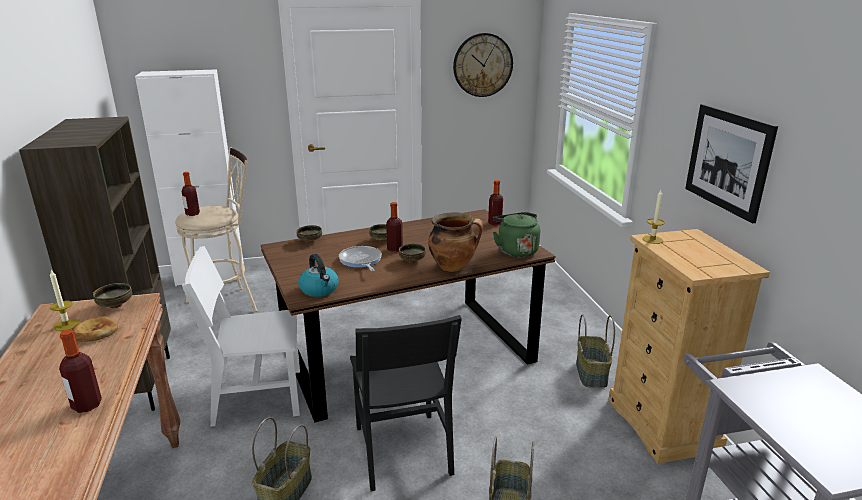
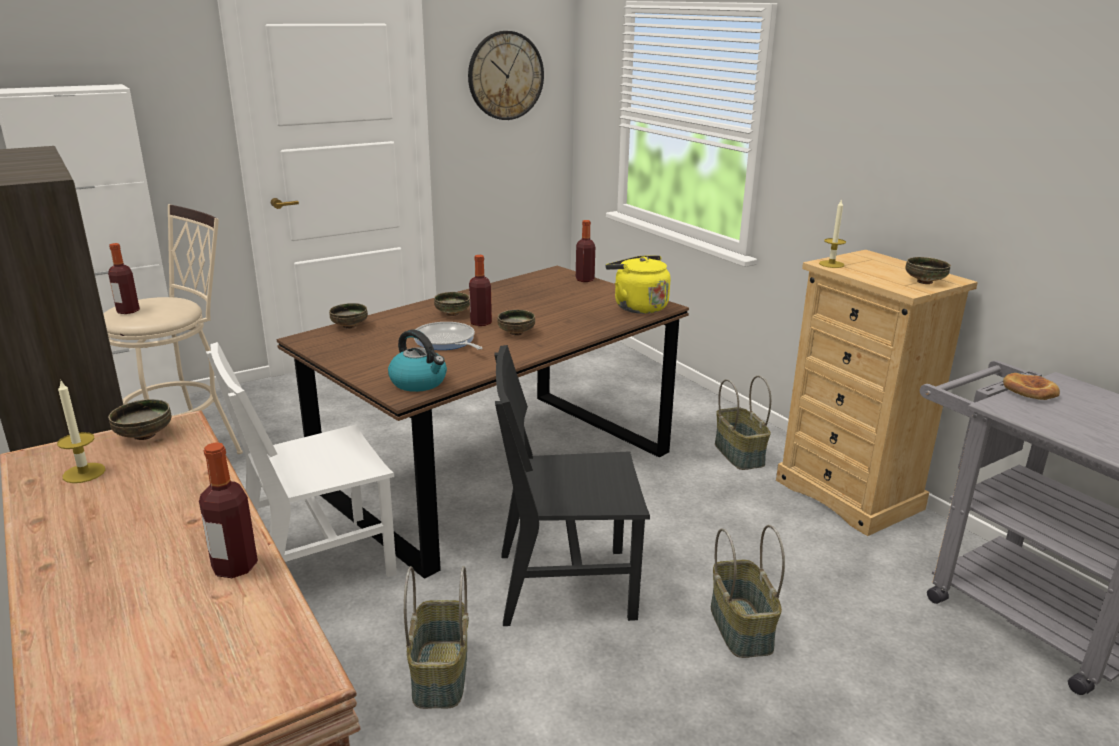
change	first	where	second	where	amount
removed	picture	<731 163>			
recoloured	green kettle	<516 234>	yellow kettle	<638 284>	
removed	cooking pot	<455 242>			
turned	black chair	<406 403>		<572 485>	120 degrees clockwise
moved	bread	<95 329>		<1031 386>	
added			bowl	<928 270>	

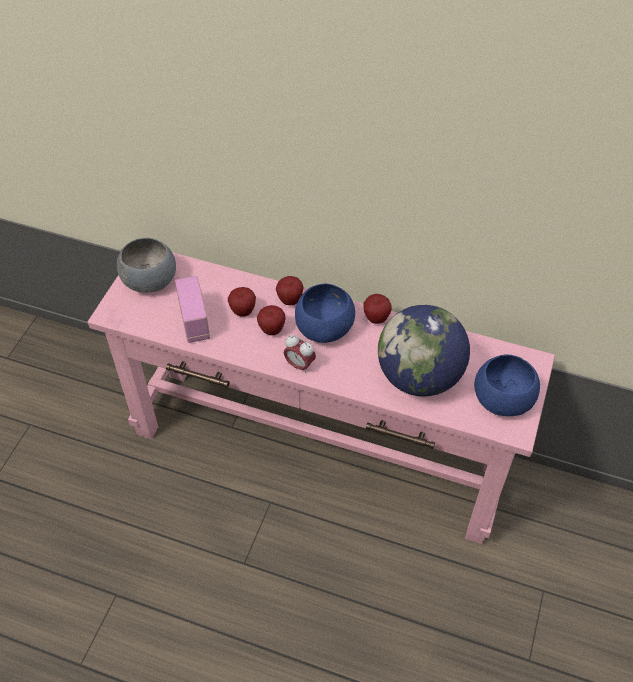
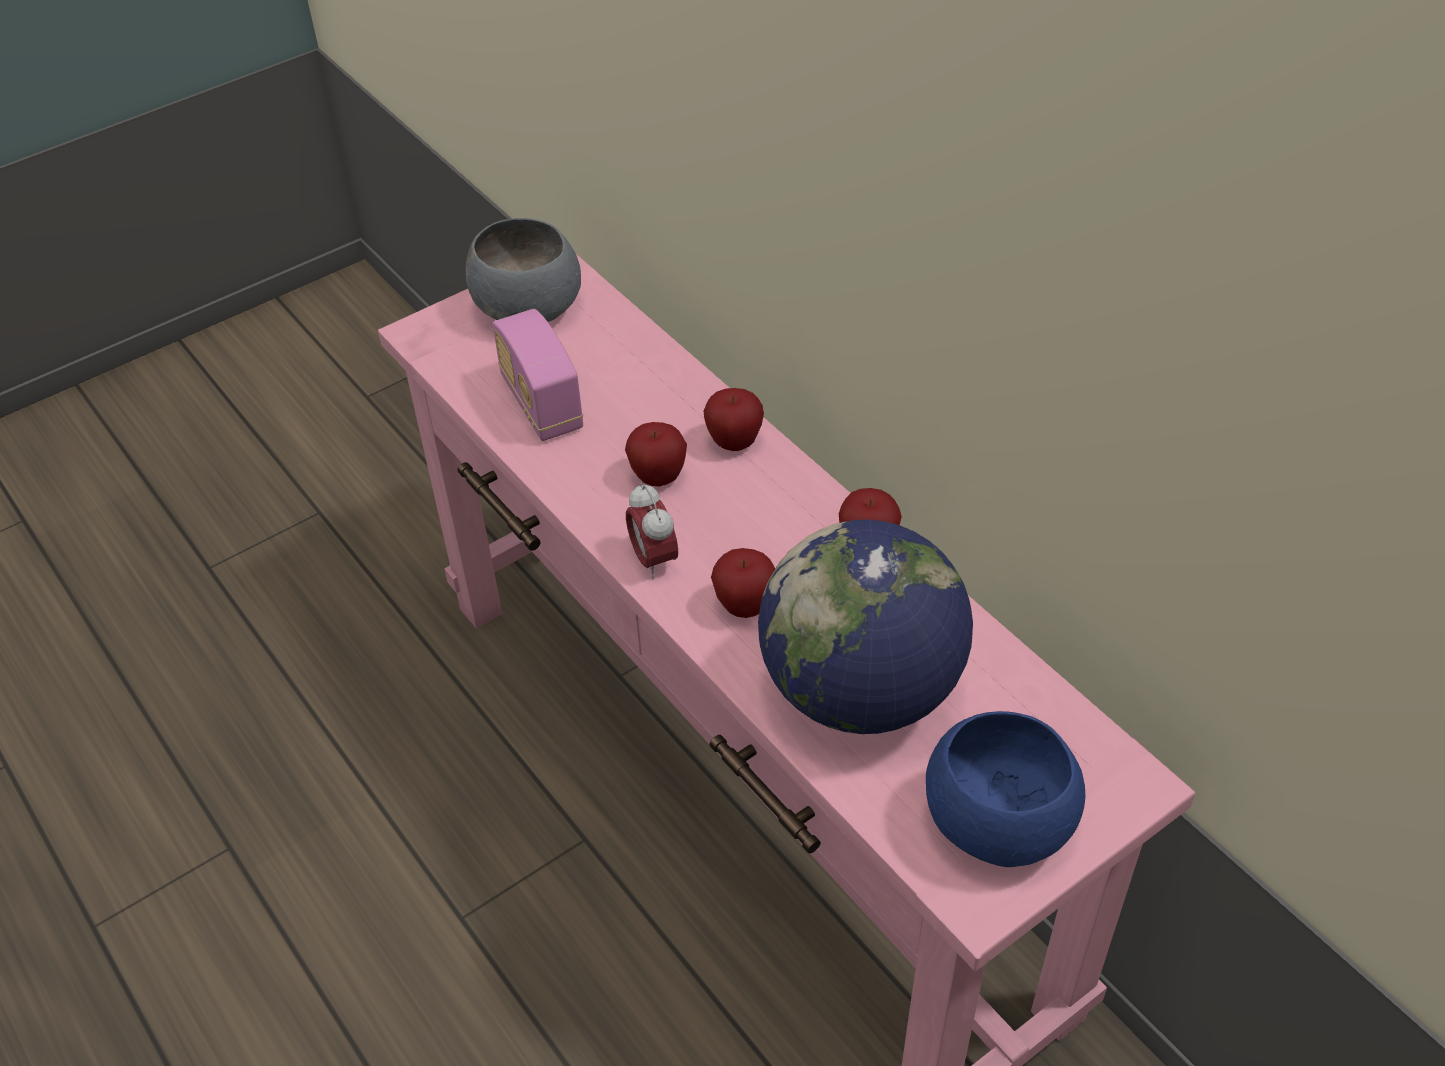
change	first	where	second	where	amount
turned	radio	<192 309>		<537 375>	135 degrees clockwise
removed	blue bowl	<325 313>			
moved	apple	<242 302>		<743 583>	

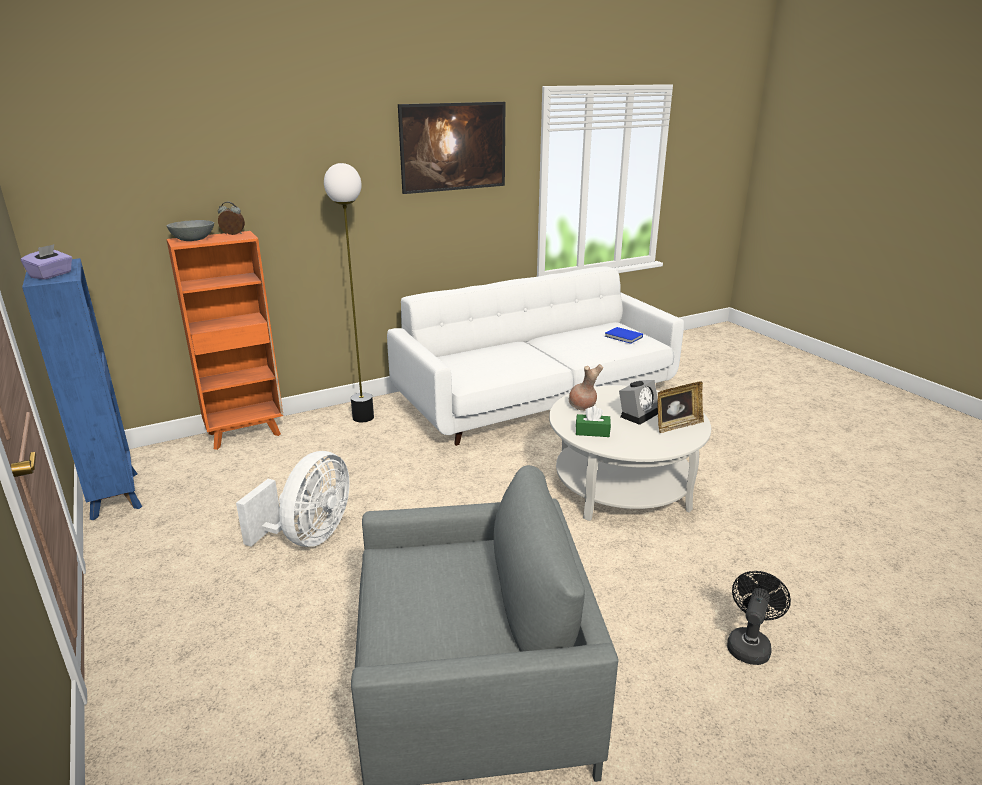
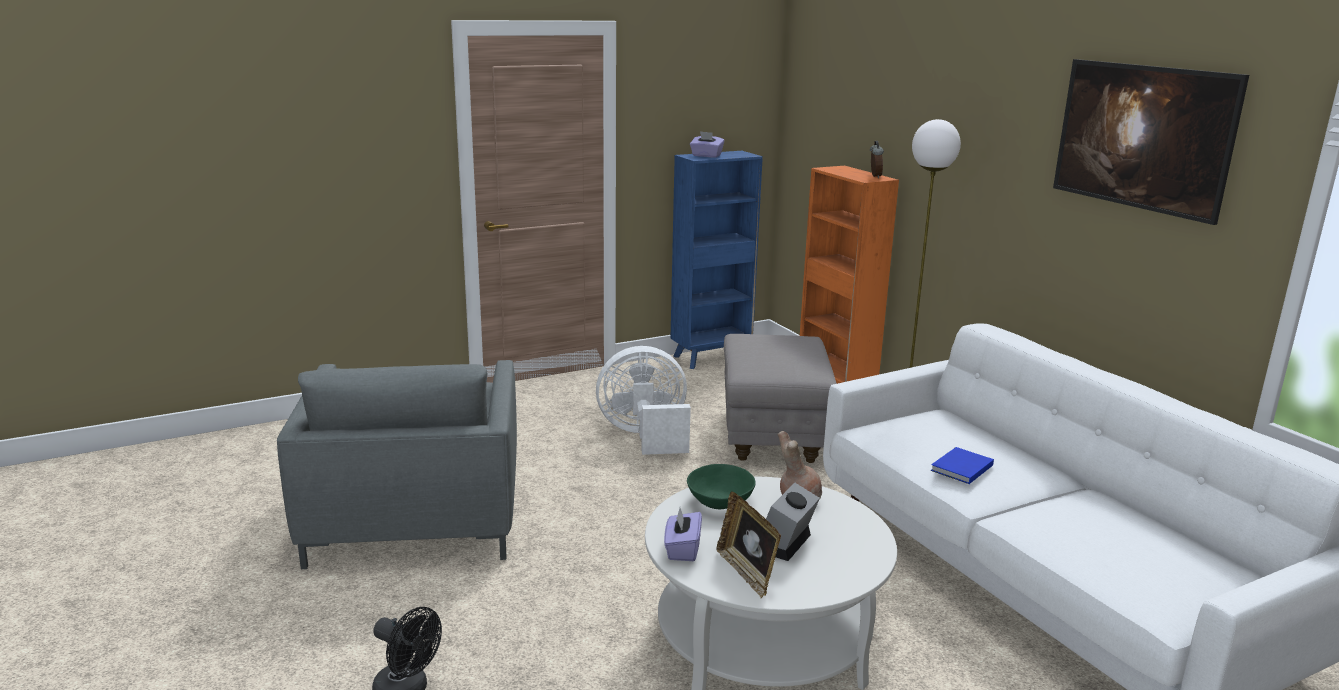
change	first	where	second	where	amount
removed	grey bowl	<190 230>			
moved	blue book	<623 335>		<962 465>	
turned	alarm clock	<638 402>		<793 522>	75 degrees clockwise
replaced	green tissue box	<593 421>	green bowl	<721 486>	
turned	white fan	<293 499>		<643 400>	150 degrees clockwise
added			grey ottoman	<780 398>	
added			purple tissue box	<683 534>	

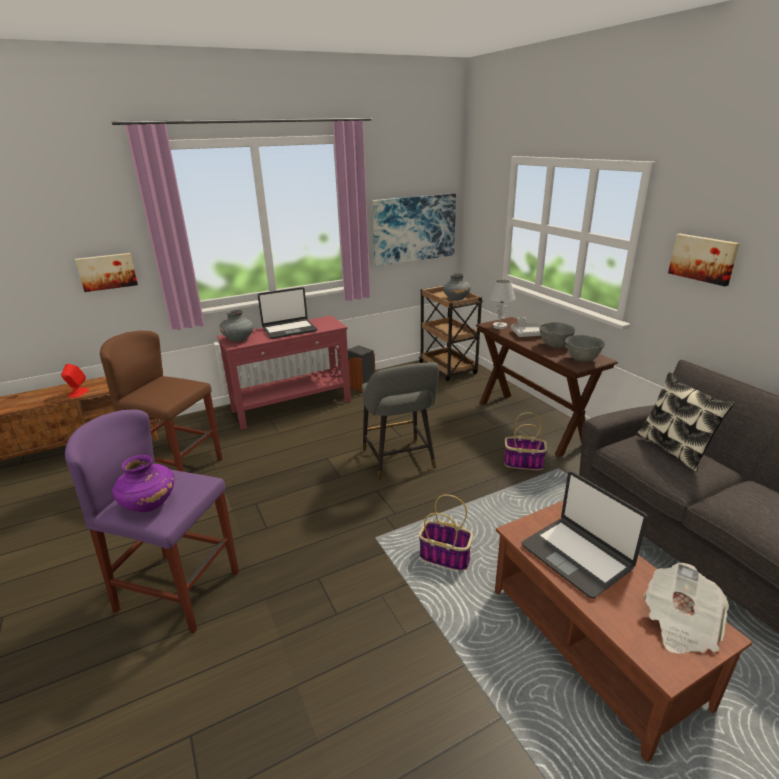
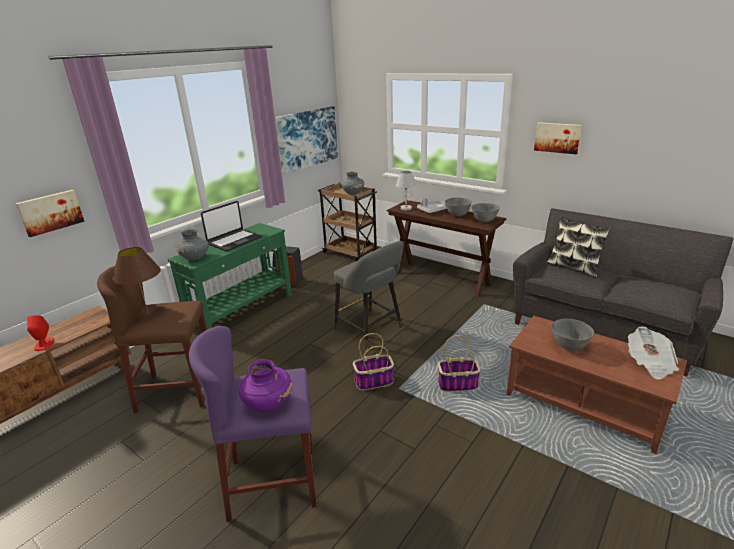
change	first	where	second	where	amount
recoloured	red console table	<284 372>	green console table	<230 276>	
moved	basket	<525 441>		<373 361>	
replaced	laptop	<585 535>	grey bowl	<572 334>	
added			brown table lamp	<136 280>	

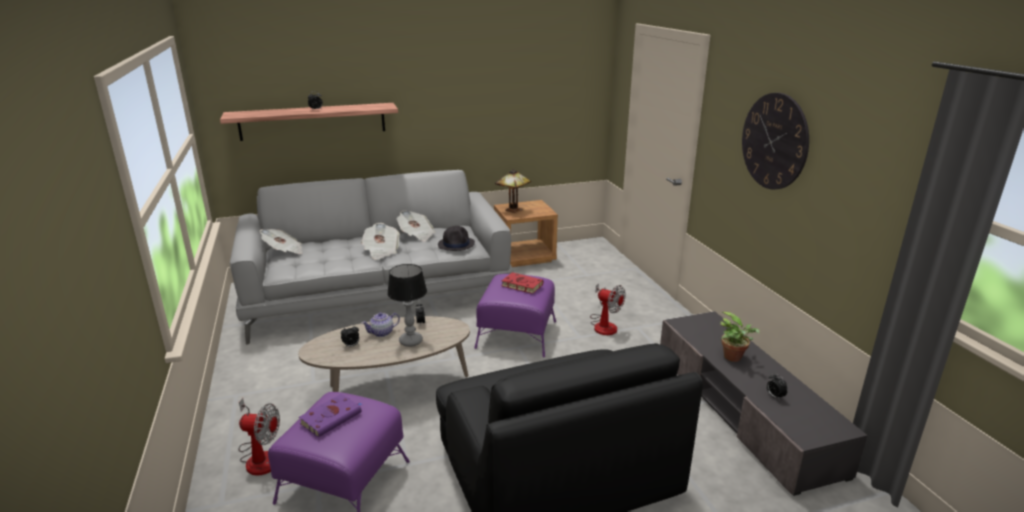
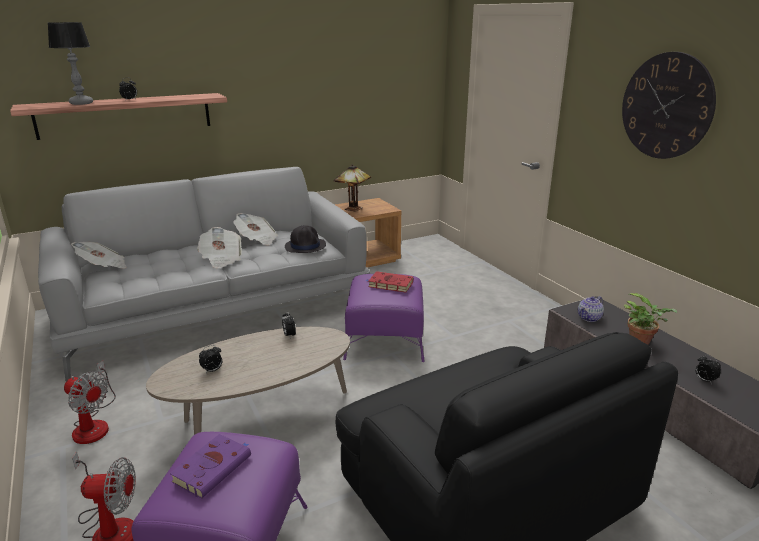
change	first	where	second	where	amount
moved	table lamp	<407 305>		<70 63>	
moved	fan	<608 309>		<90 402>	
moved	teapot	<381 324>		<591 309>	

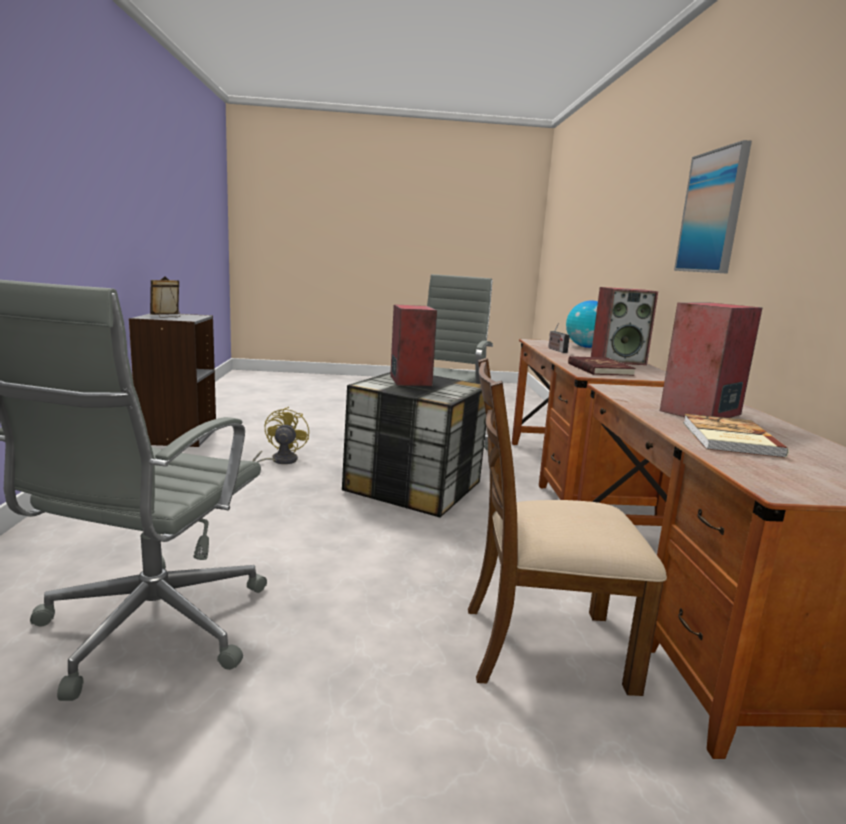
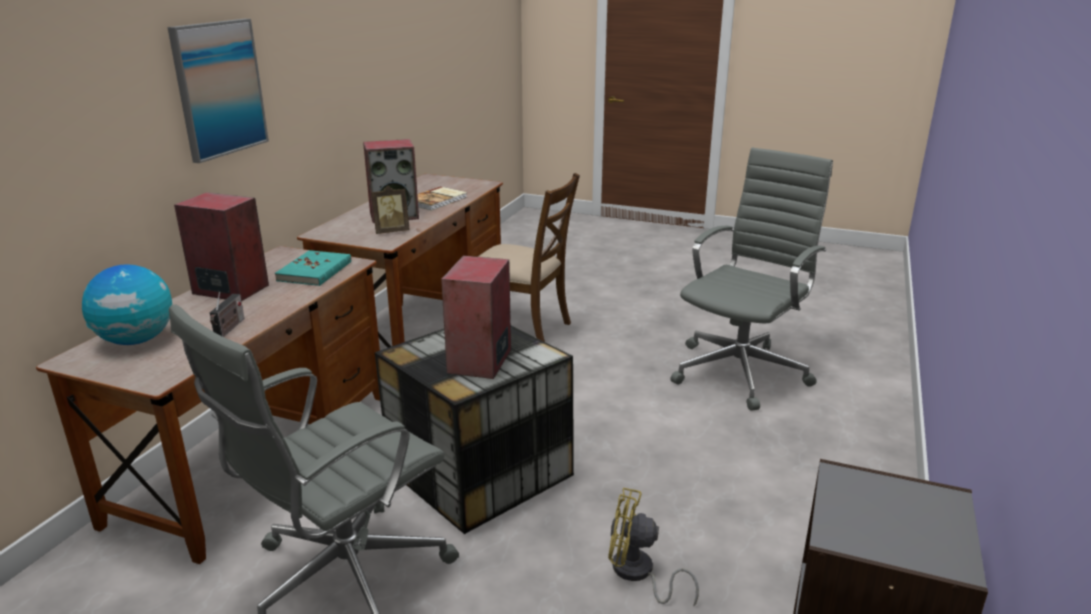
change	first	where	second	where	amount
moved	picture frame	<165 297>		<390 210>	
recoloured	red book	<601 366>	turquoise book	<313 268>	
turned	yellow fan	<280 435>		<653 547>	75 degrees clockwise

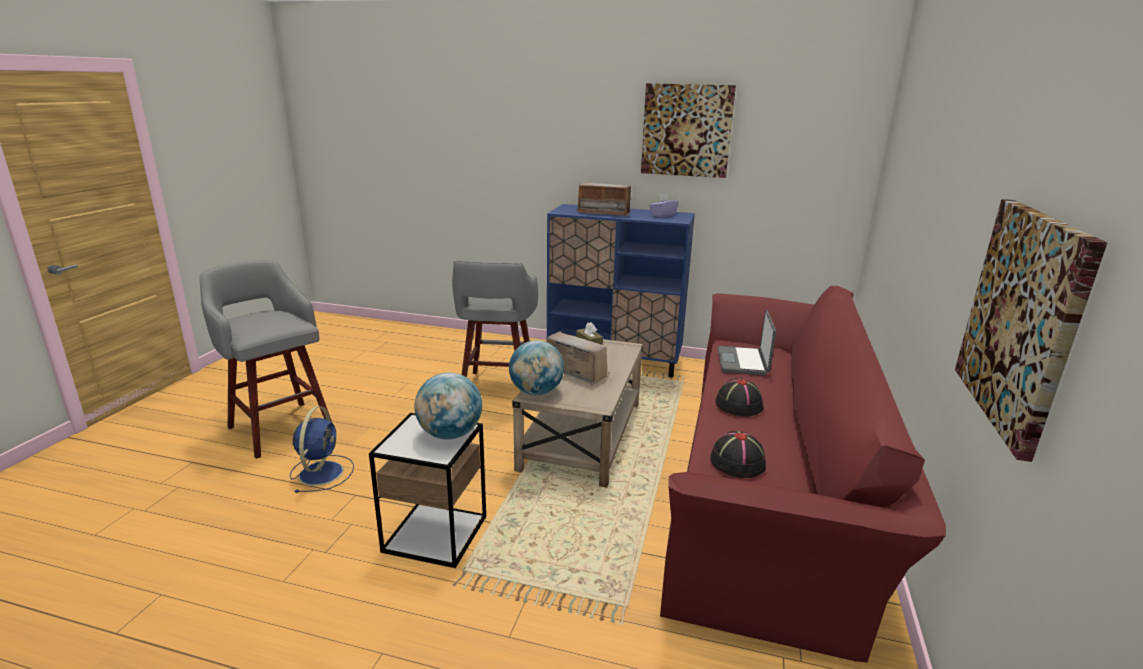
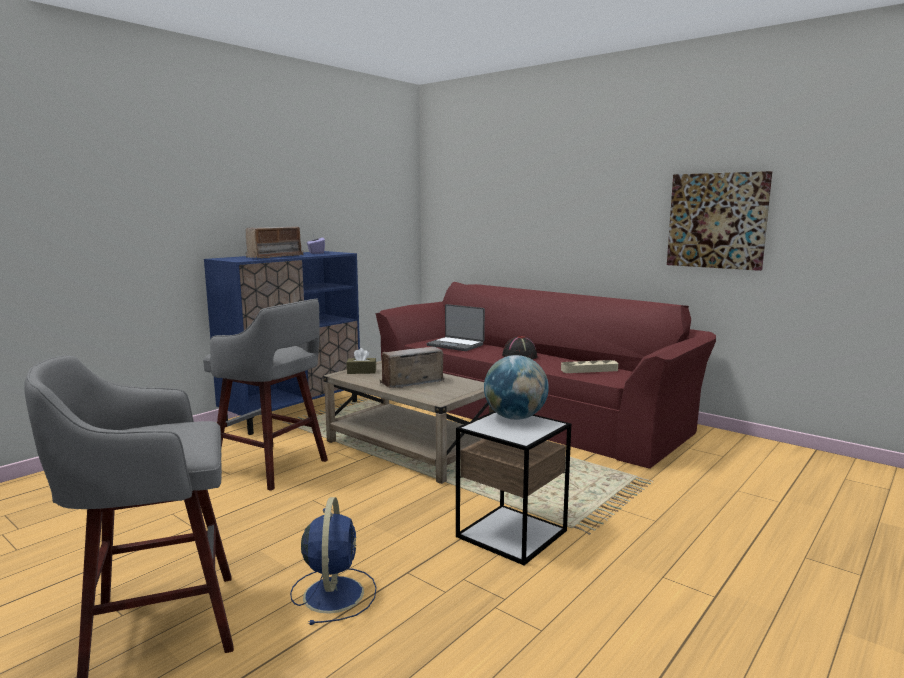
change	first	where	second	where	amount
removed	picture	<688 130>			
removed	globe	<536 367>			
turned	blue fan	<322 449>		<333 561>	60 degrees clockwise
replaced	black hat	<738 454>	beige tray	<589 366>	

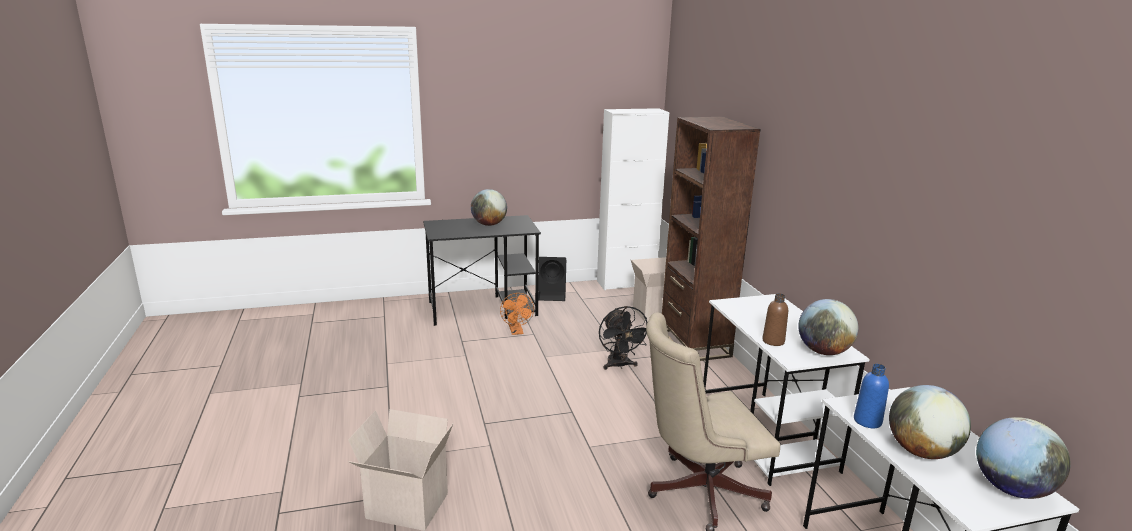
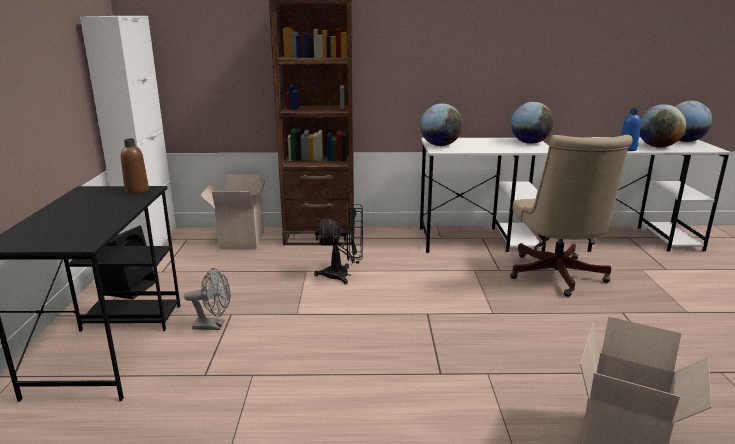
change	first	where	second	where	amount
moved	globe	<489 207>		<441 124>	
recoloured	orange fan	<517 314>	grey fan	<207 299>	
moved	brown bottle	<775 319>		<135 166>	

